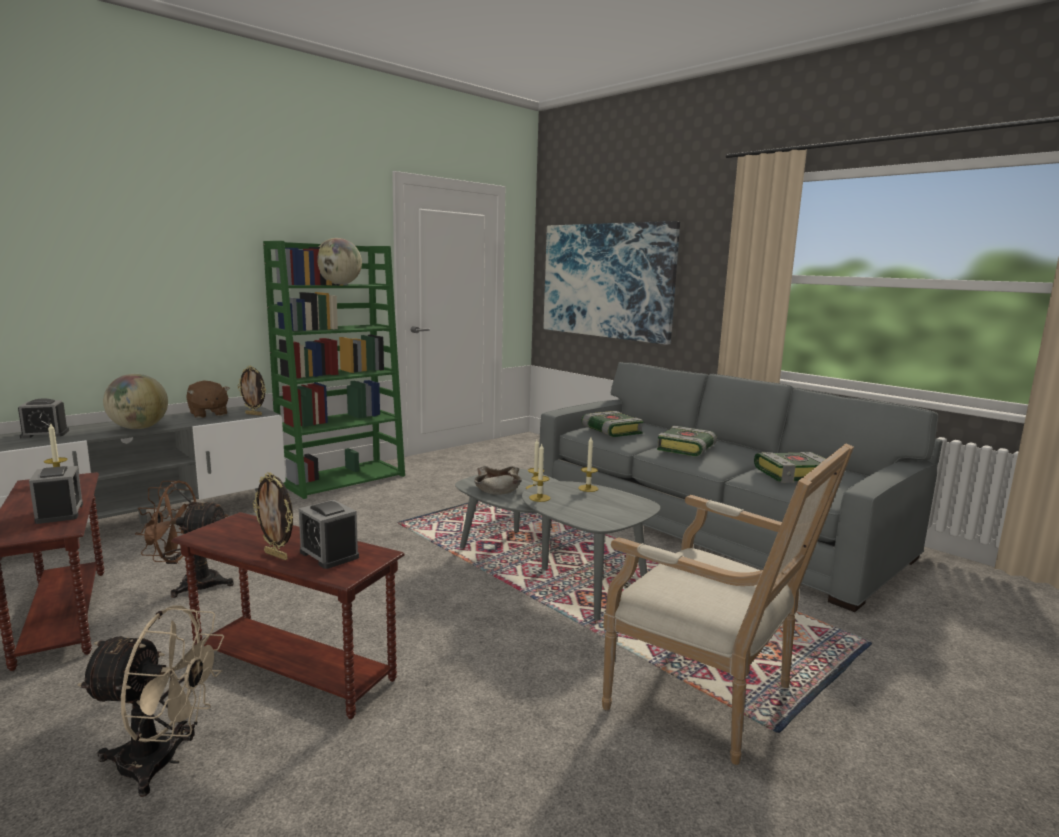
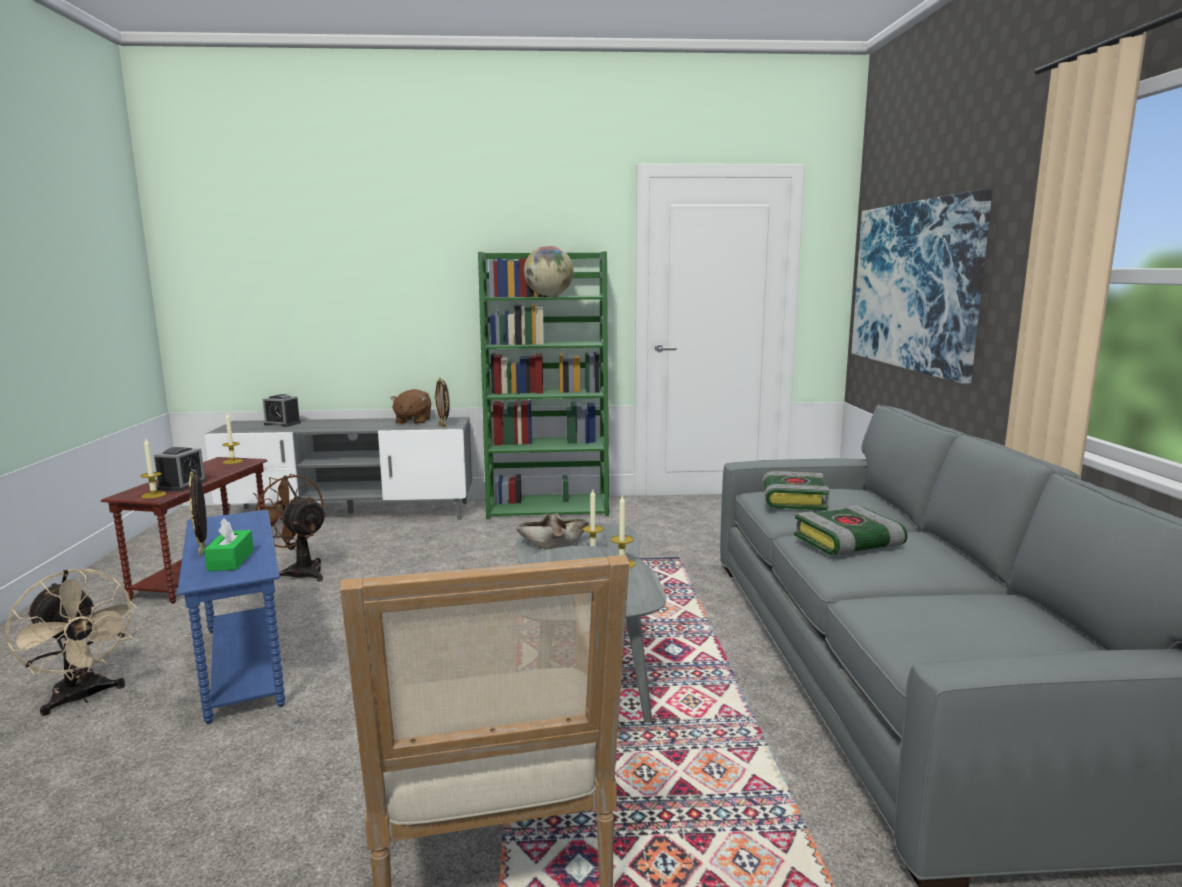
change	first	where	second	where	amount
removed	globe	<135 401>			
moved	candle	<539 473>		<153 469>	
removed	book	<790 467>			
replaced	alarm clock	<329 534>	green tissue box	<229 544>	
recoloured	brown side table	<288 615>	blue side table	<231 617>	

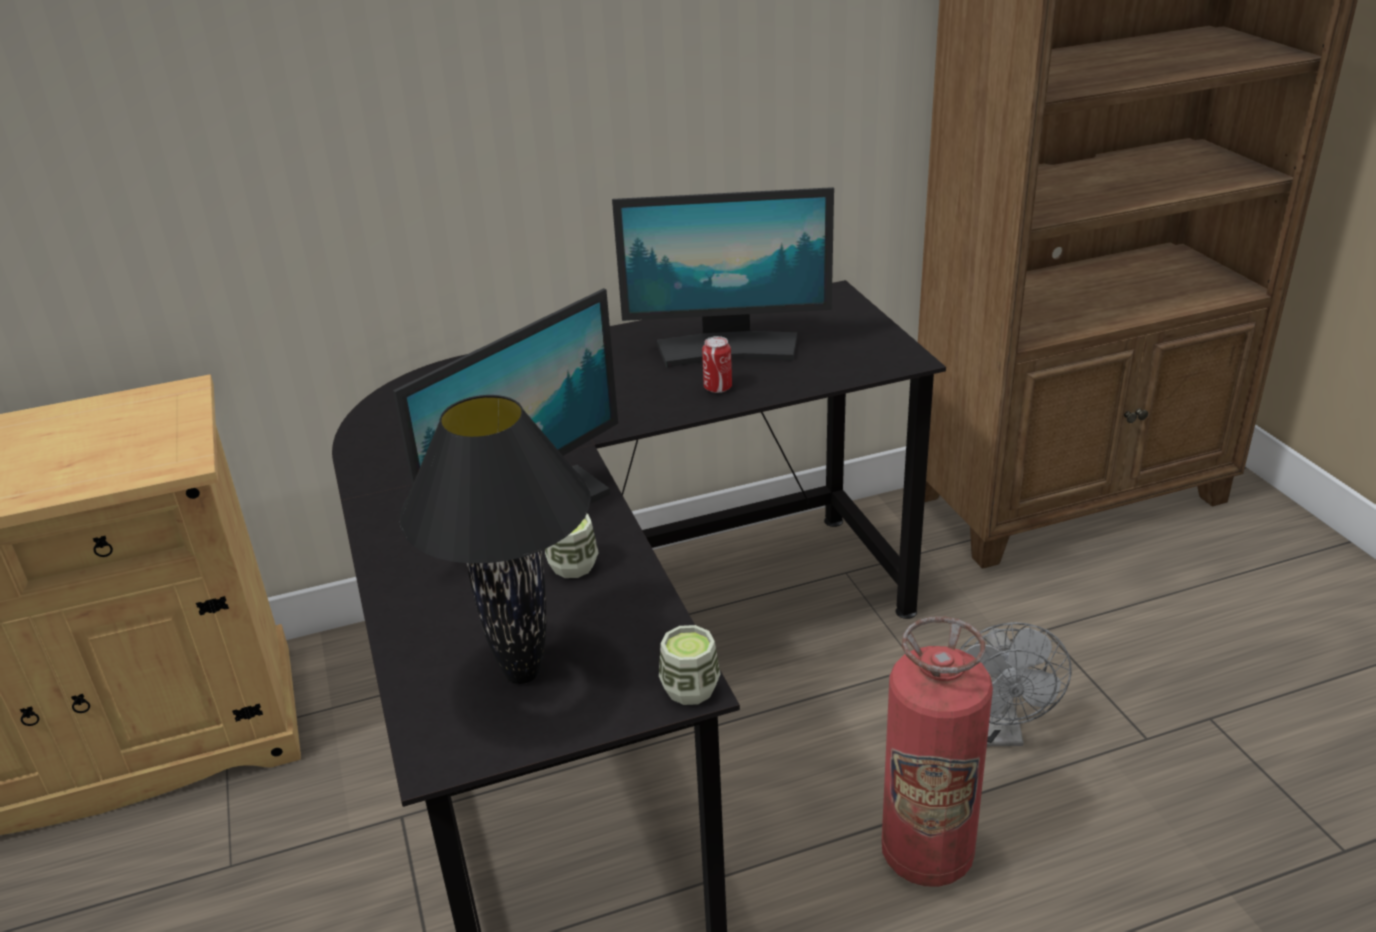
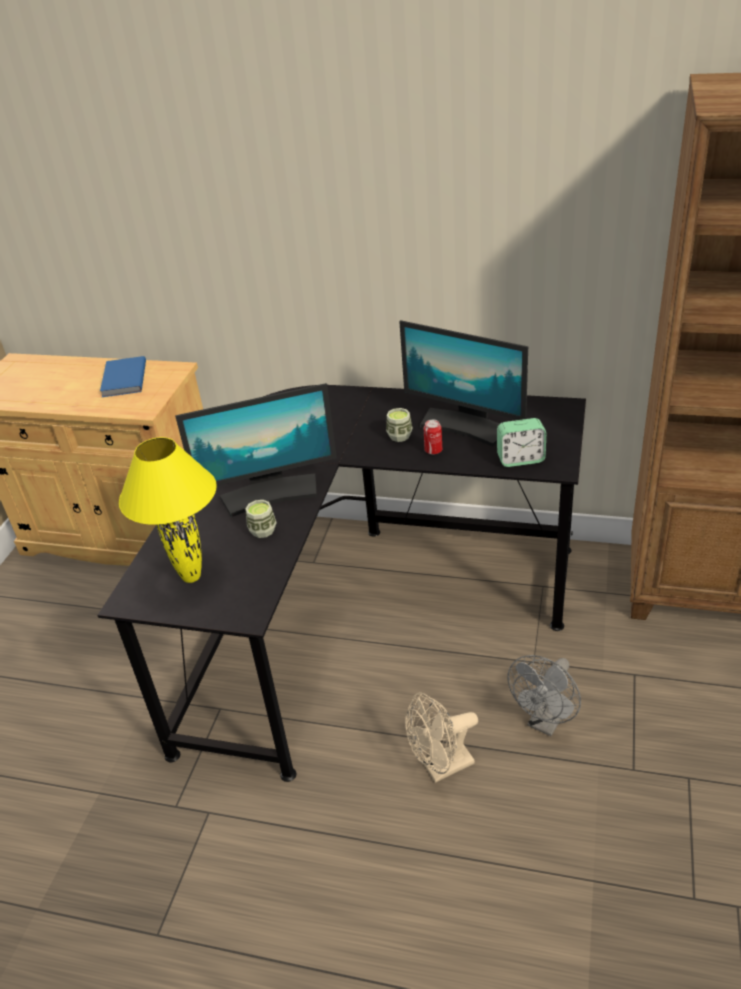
change	first	where	second	where	amount
recoloured	black table lamp	<495 539>	yellow table lamp	<168 510>	
replaced	fire extinguisher	<937 751>	beige fan	<441 737>	
moved	cup	<690 665>		<399 425>	
added			blue book	<123 376>	
added			alarm clock	<521 442>	

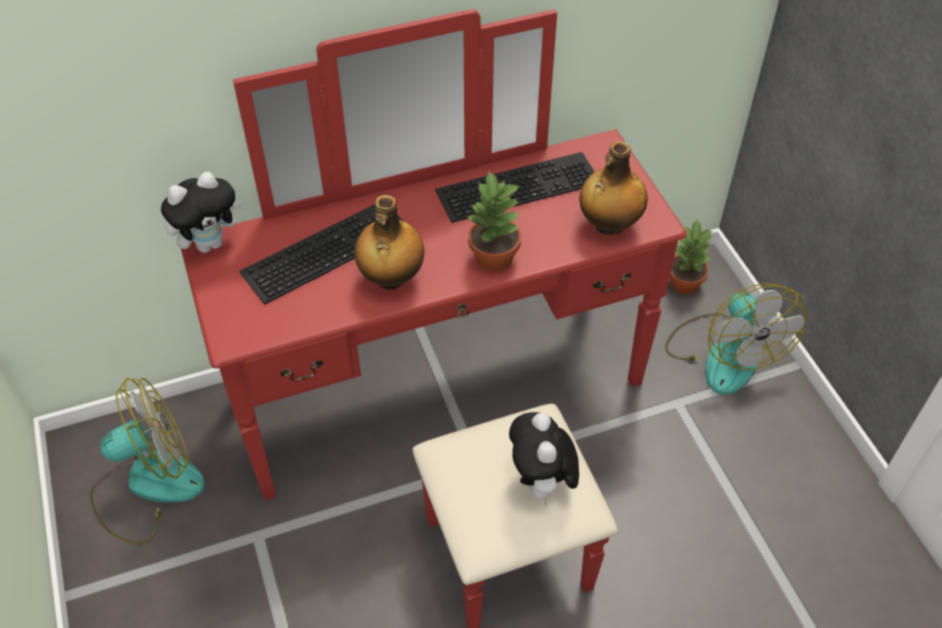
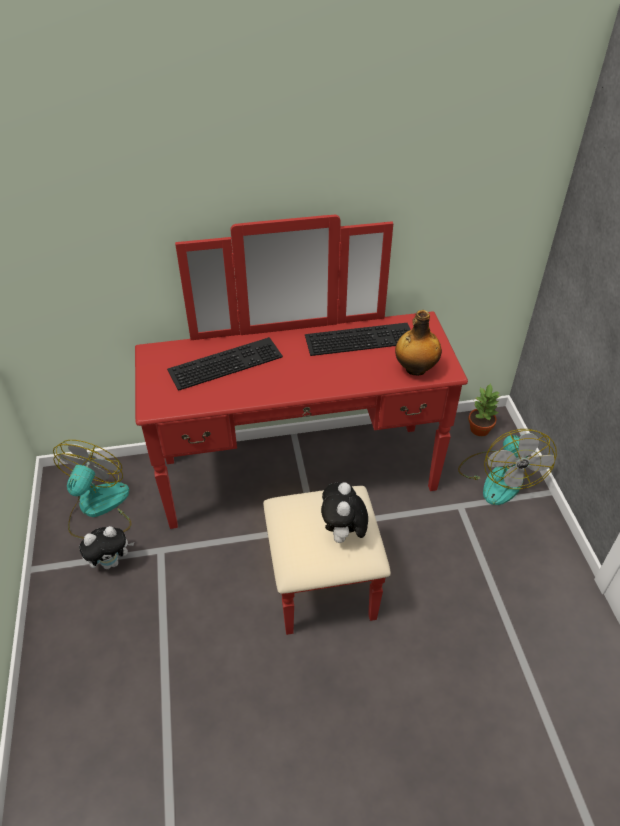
change	first	where	second	where	amount
removed	potted plant	<494 221>			
moved	plush toy	<203 212>		<106 547>	
removed	bottle	<389 242>			
turned	fan	<147 461>		<92 489>	60 degrees counterclockwise

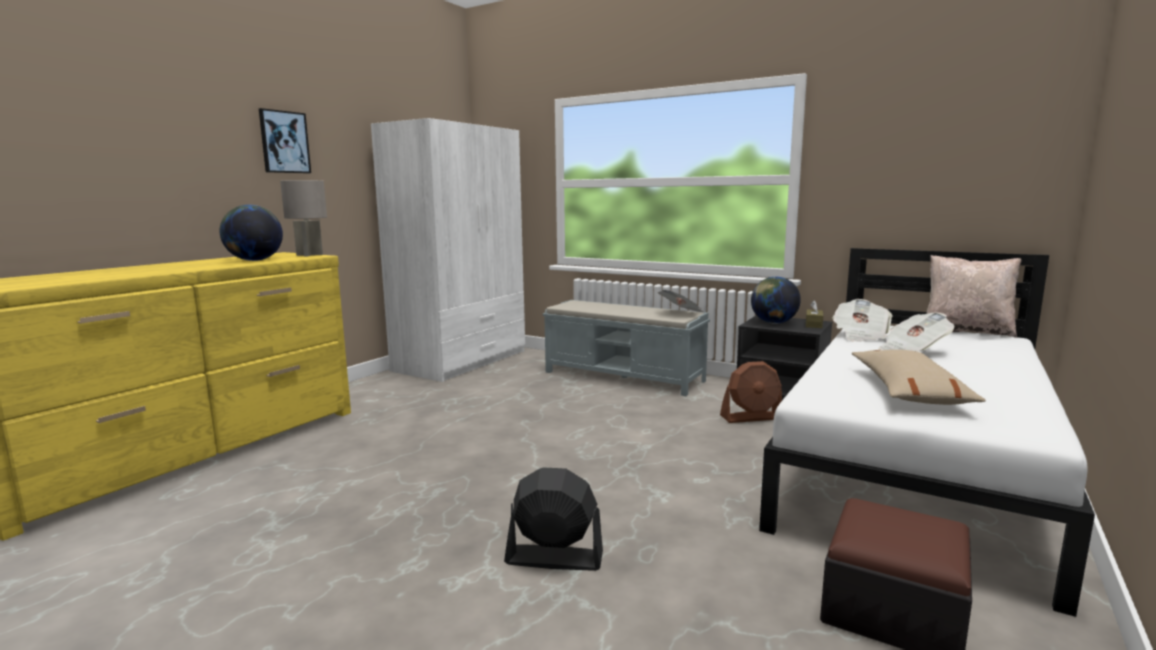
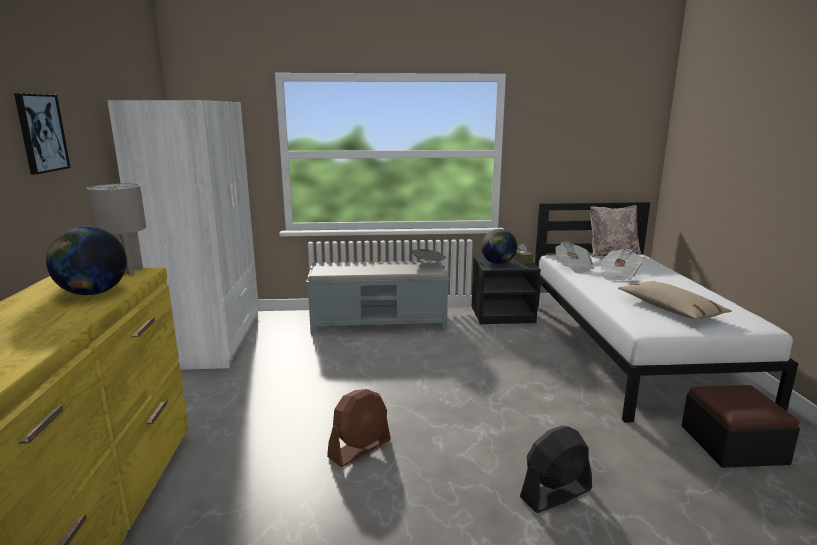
change	first	where	second	where	amount
moved	brown fan	<751 392>		<359 428>	

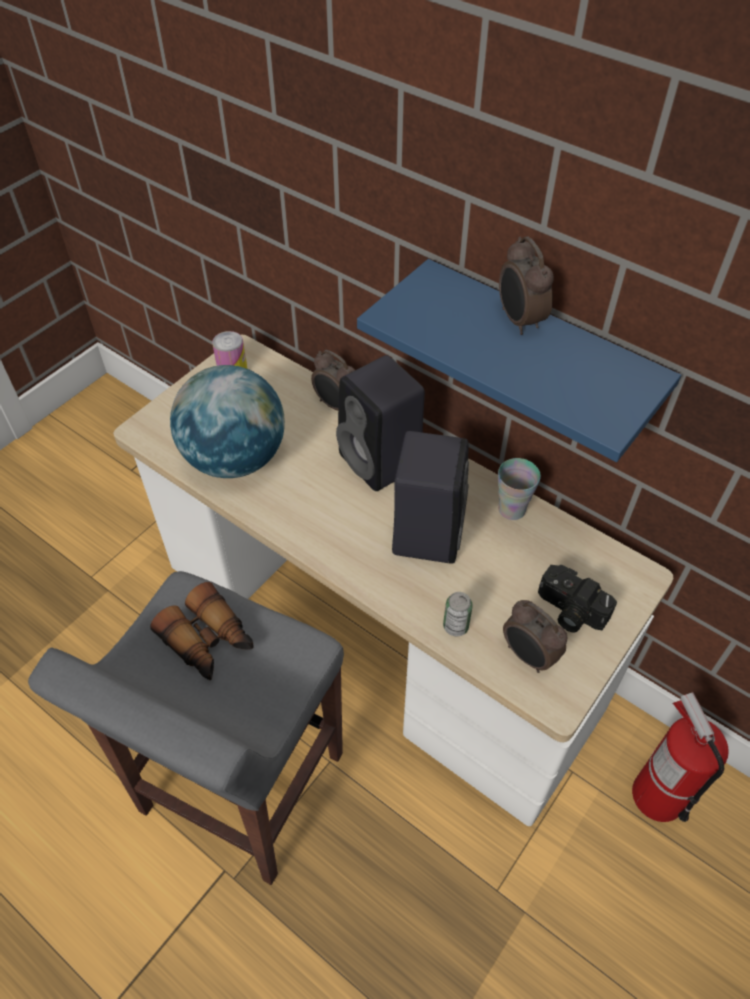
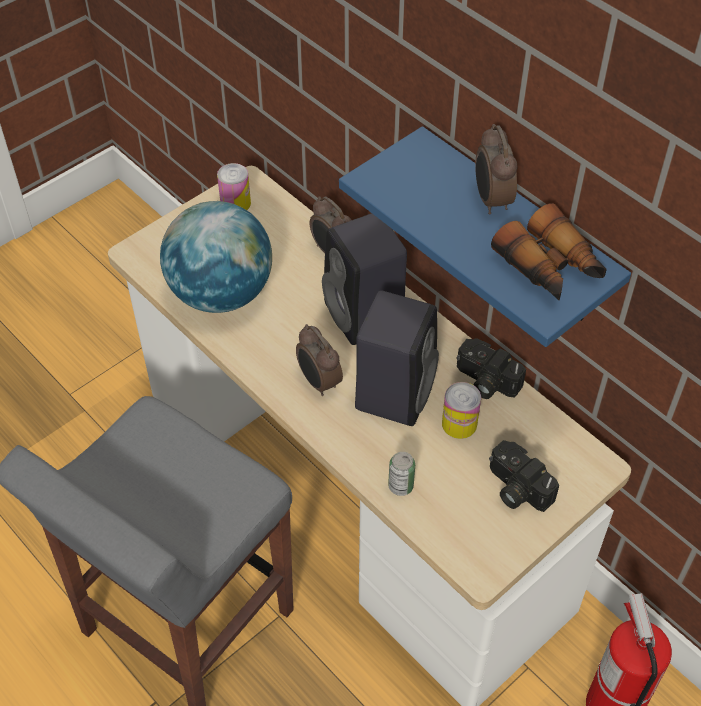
change	first	where	second	where	amount
replaced	cup	<519 489>	photo camera	<491 368>	
moved	binoculars	<202 631>		<549 251>	
moved	alarm clock	<535 636>		<319 360>	
added			can	<461 410>	

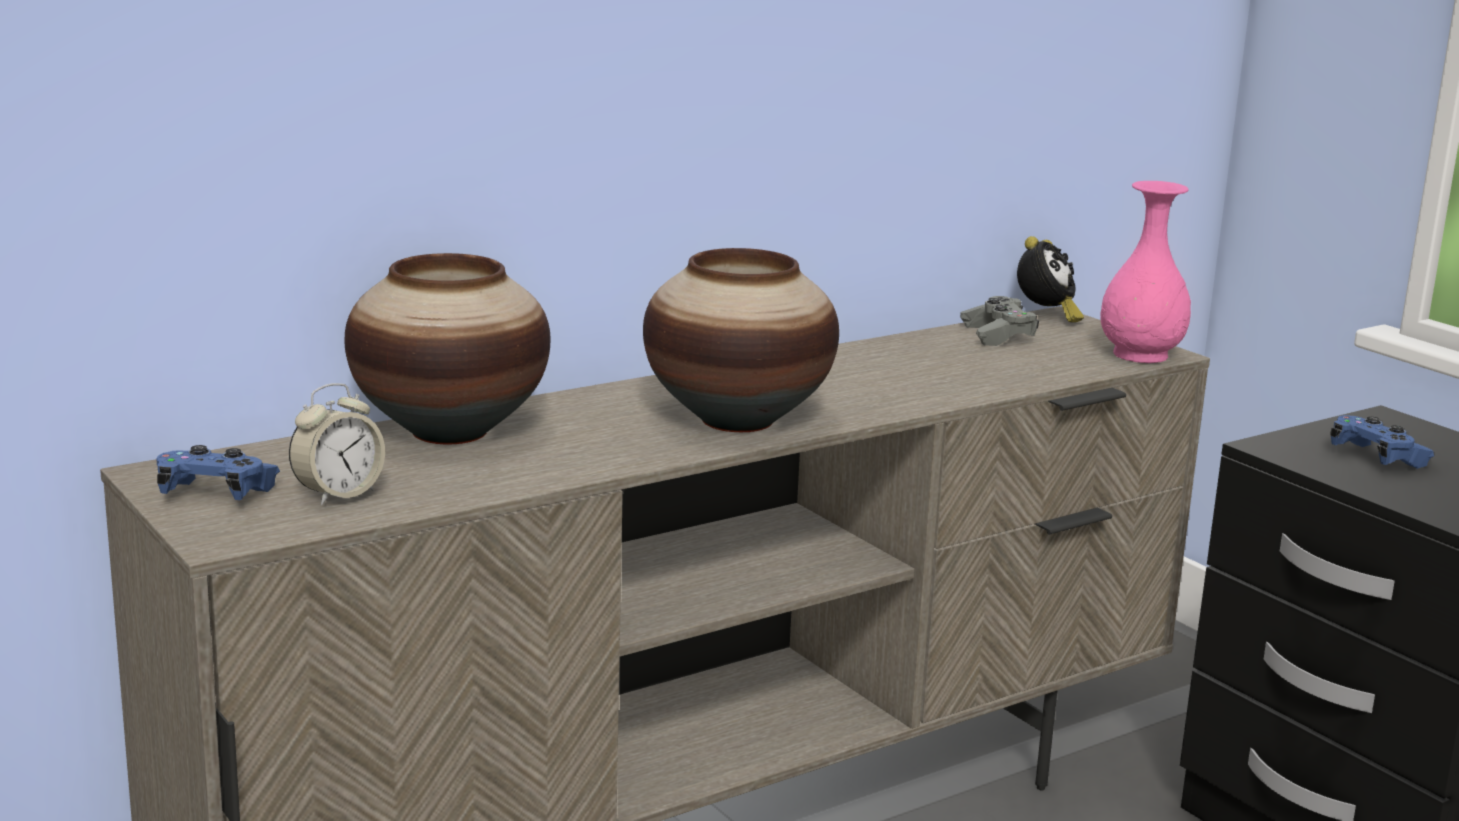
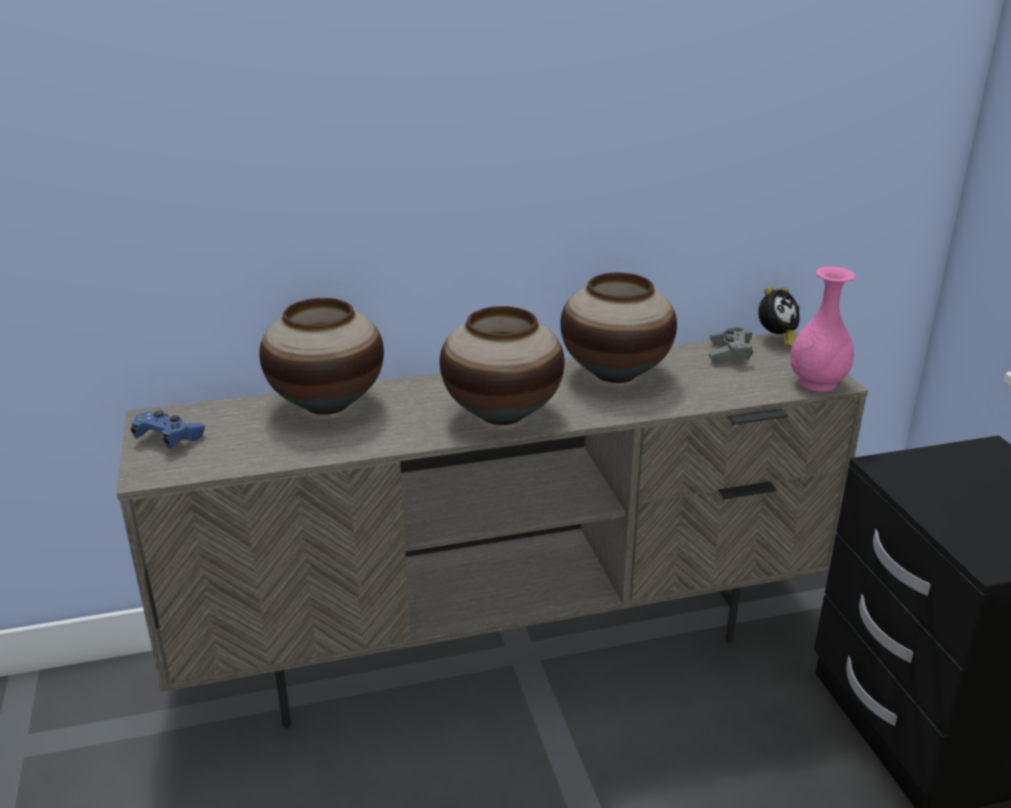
change	first	where	second	where	amount
removed	alarm clock	<337 444>			
removed	blue game controller	<1382 442>			
added			vase	<618 327>	

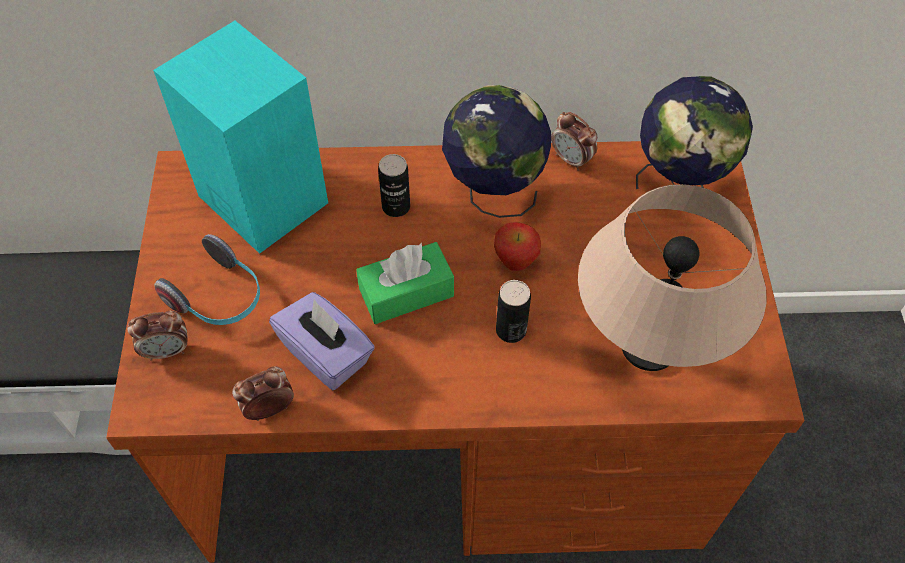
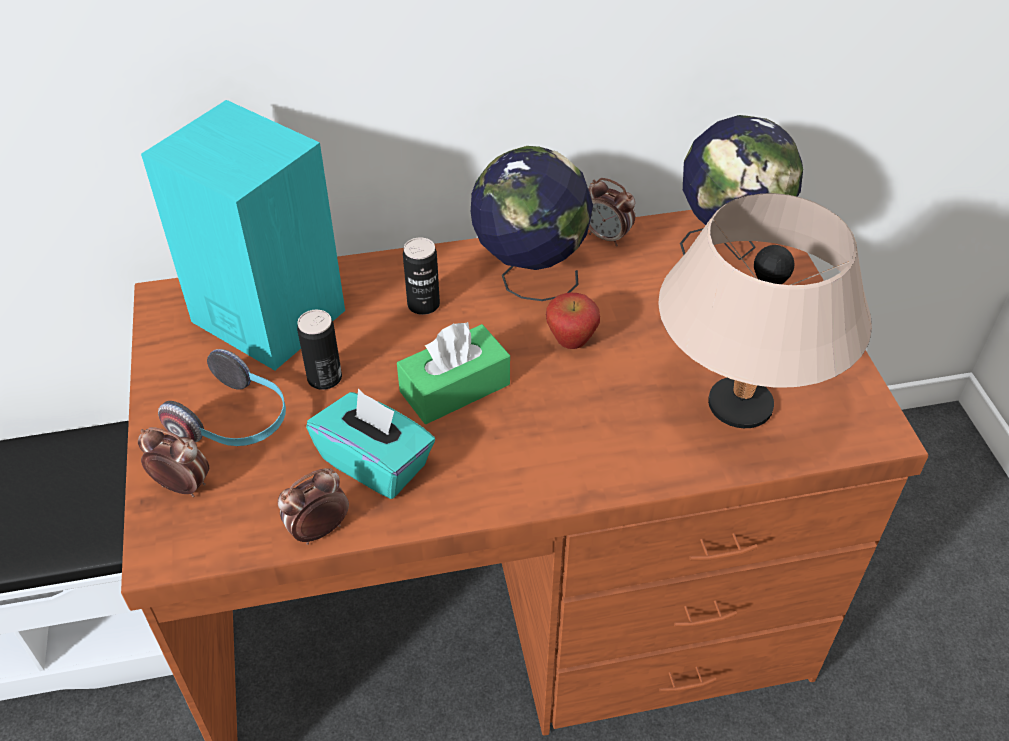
change	first	where	second	where	amount
moved	can	<513 311>		<319 350>	
recoloured	purple tissue box	<322 341>	turquoise tissue box	<370 443>	
turned	alarm clock	<157 336>		<173 462>	135 degrees counterclockwise

